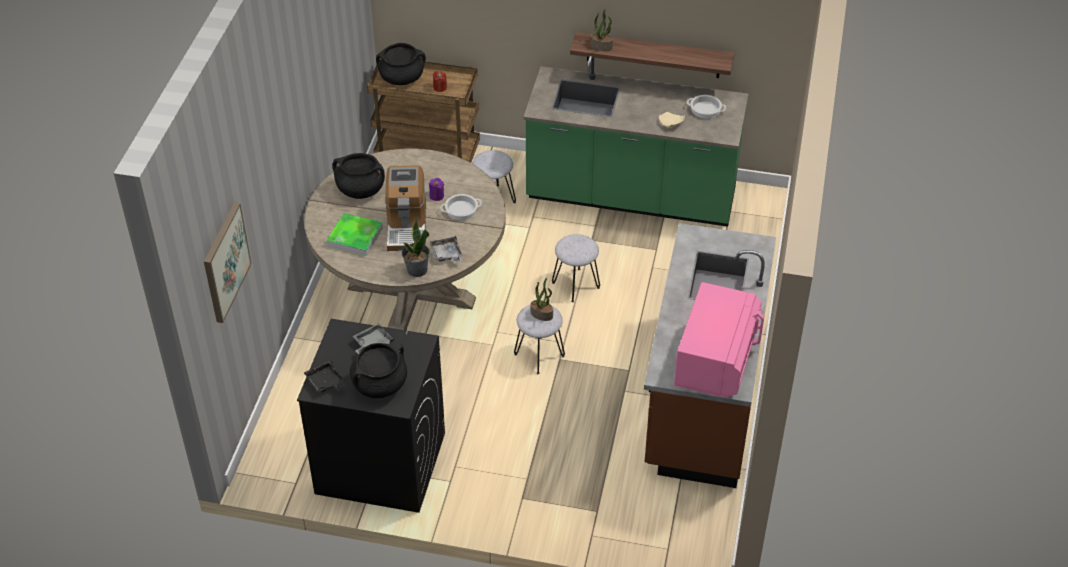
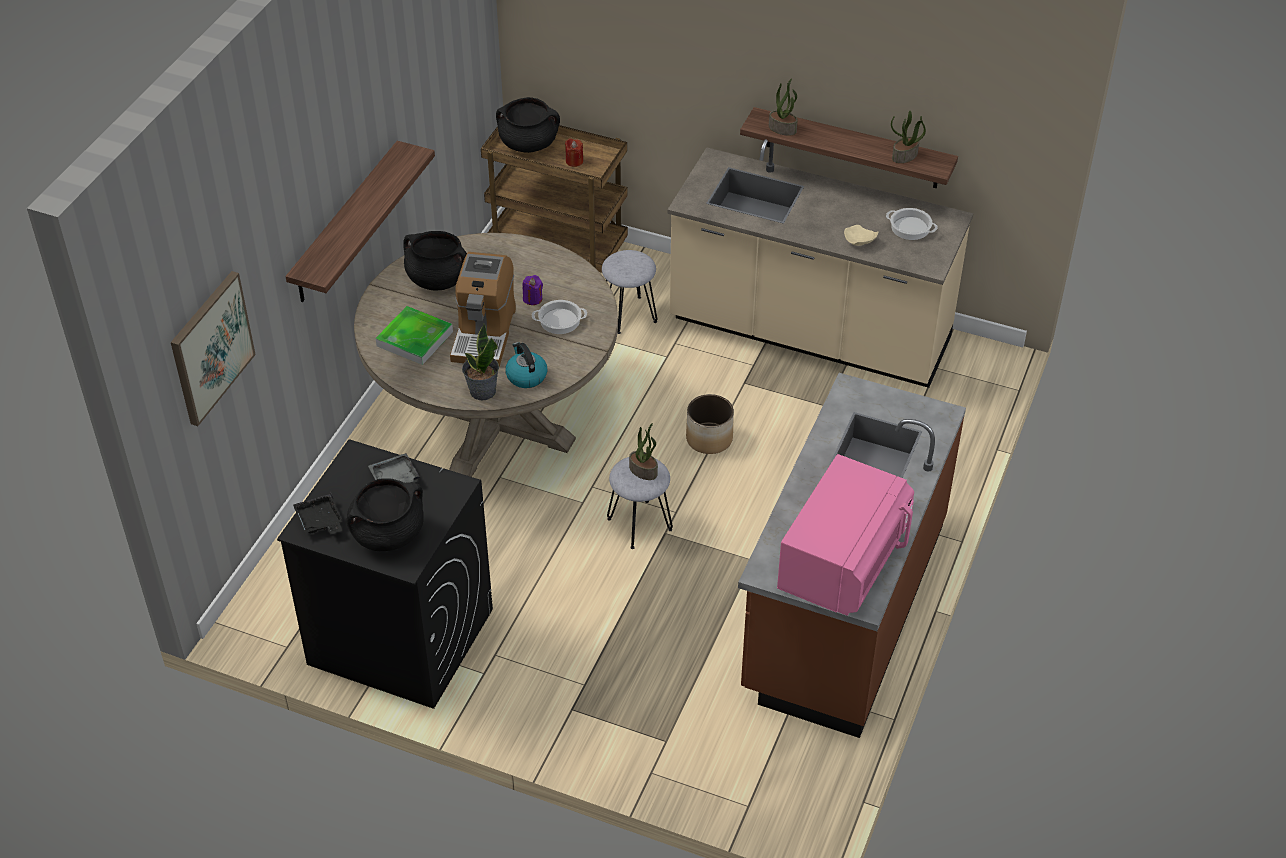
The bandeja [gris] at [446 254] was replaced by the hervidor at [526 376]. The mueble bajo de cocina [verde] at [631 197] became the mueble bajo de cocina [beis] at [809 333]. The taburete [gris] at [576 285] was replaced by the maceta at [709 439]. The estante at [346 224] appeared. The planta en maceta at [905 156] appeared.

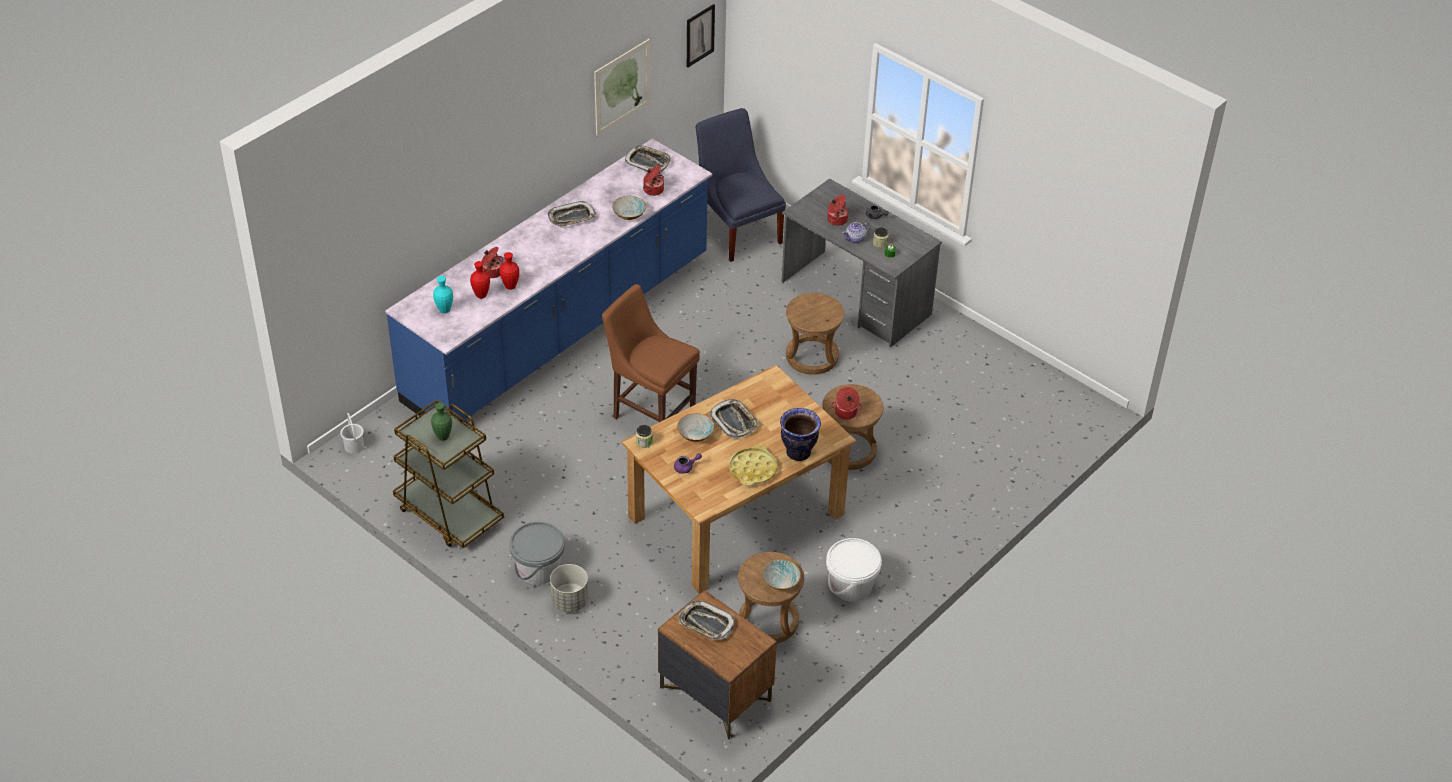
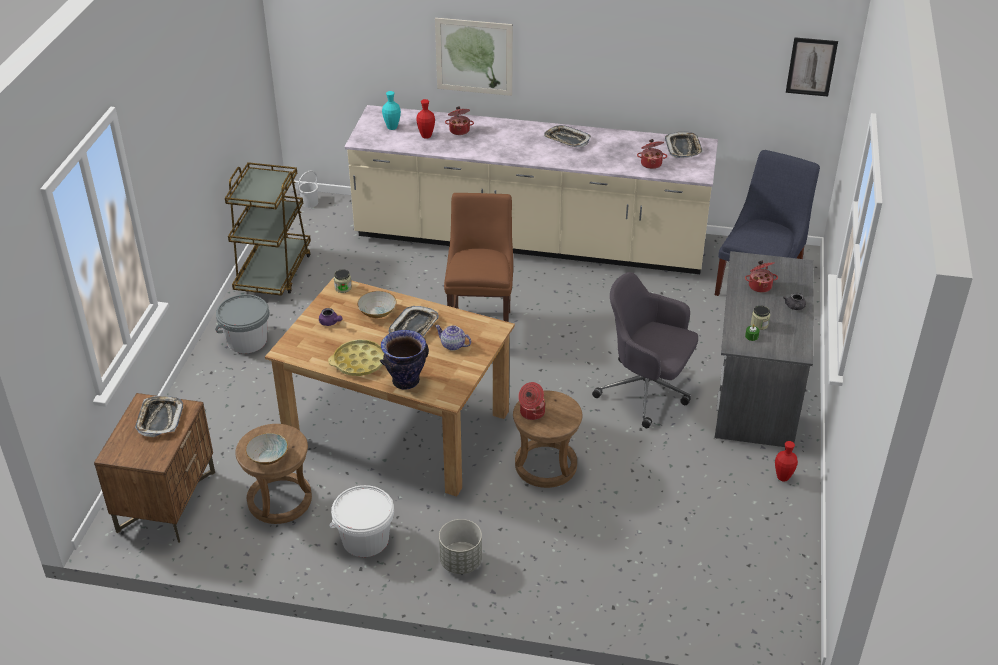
The mueble bajo de cocina [azul] at [559 329] became the mueble bajo de cocina [beis] at [530 241]. The florero [verde] at [443 437] disappeared. The florero [rojo] moved from [510 286] to [783 477]. The maceta [gris] moved from [570 601] to [461 562]. The cuadro moved from [622 87] to [474 56]. The cuenco at [629 215] disappeared. The taburete [marrón] at [811 356] was replaced by the silla de oficina [gris] at [646 391]. The tetera moved from [855 238] to [453 345].

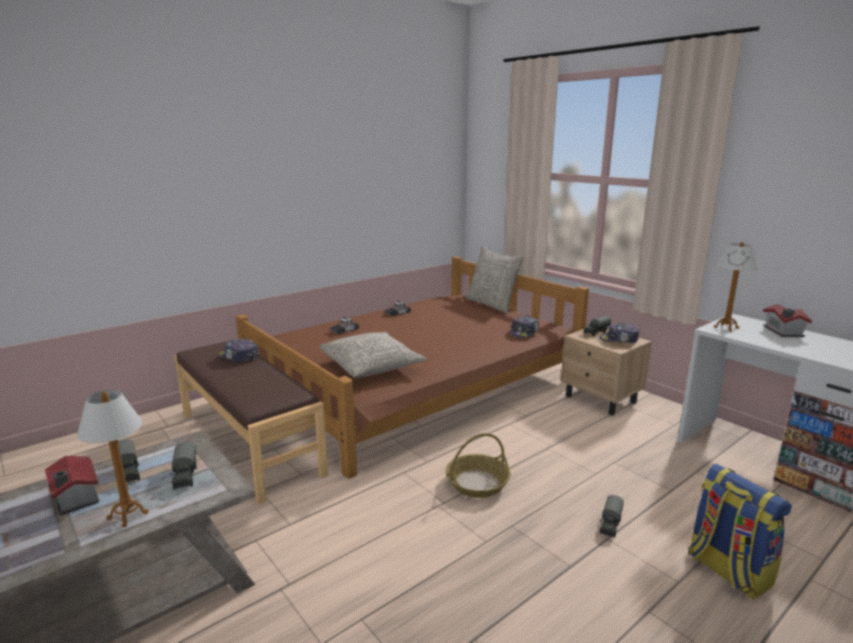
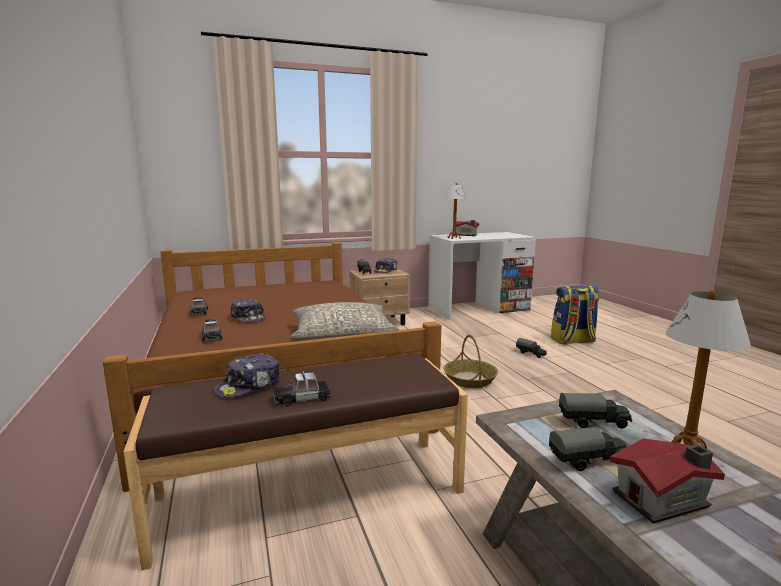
The cojín [gris] at [492 304] disappeared. The gorra moved from [524 332] to [248 318]. The coche de juguete at [302 398] appeared.

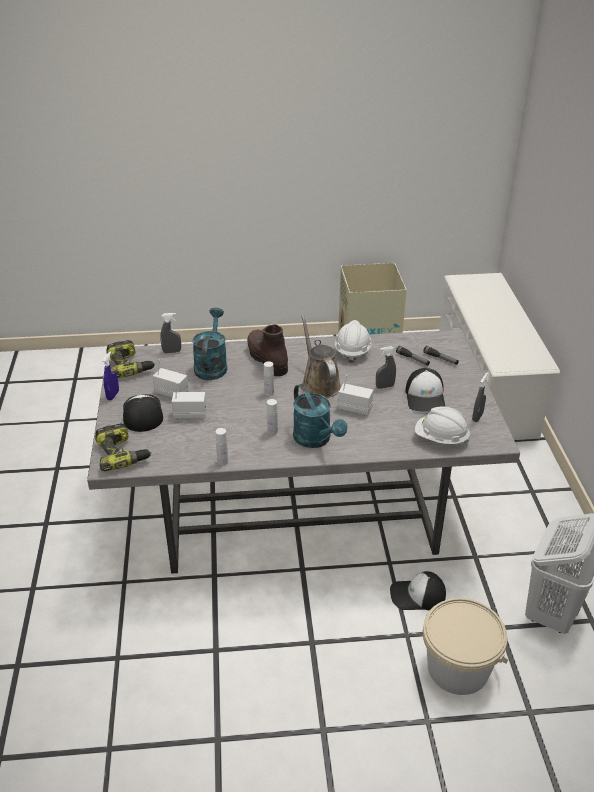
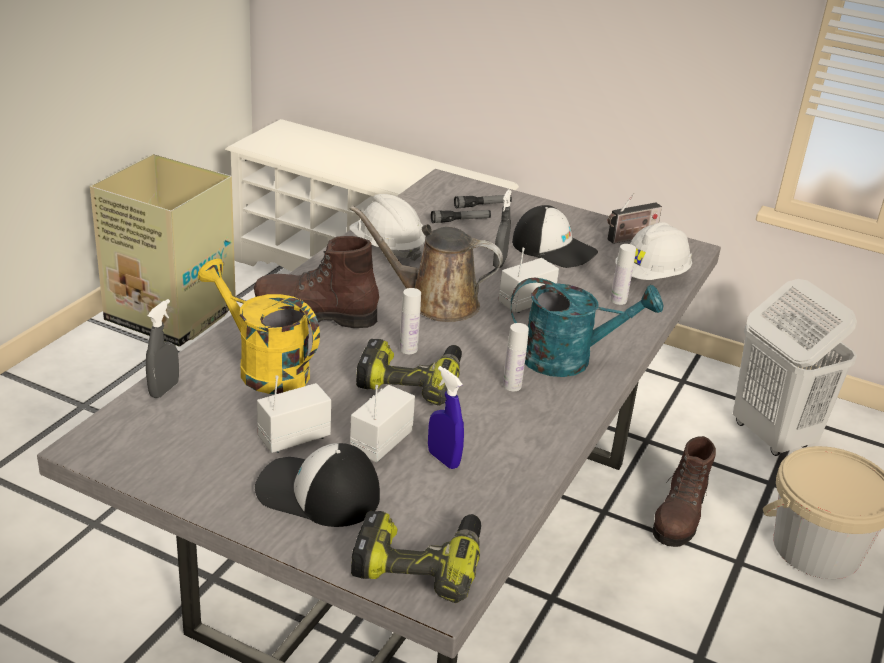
The pulverizador [azul] moved from [113 395] to [443 459]. The taladro moved from [130 366] to [411 380]. The regadera [turquesa] at [211 365] became the regadera [amarillo] at [263 368]. The botella [blanco] moved from [223 461] to [618 300]. The gorra at [417 595] was replaced by the bota [marrón] at [679 519]. The pulverizador [gris] at [477 417] was replaced by the radio at [630 238].

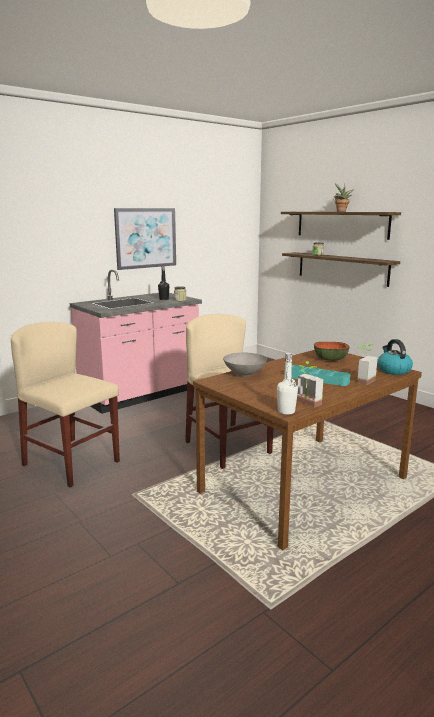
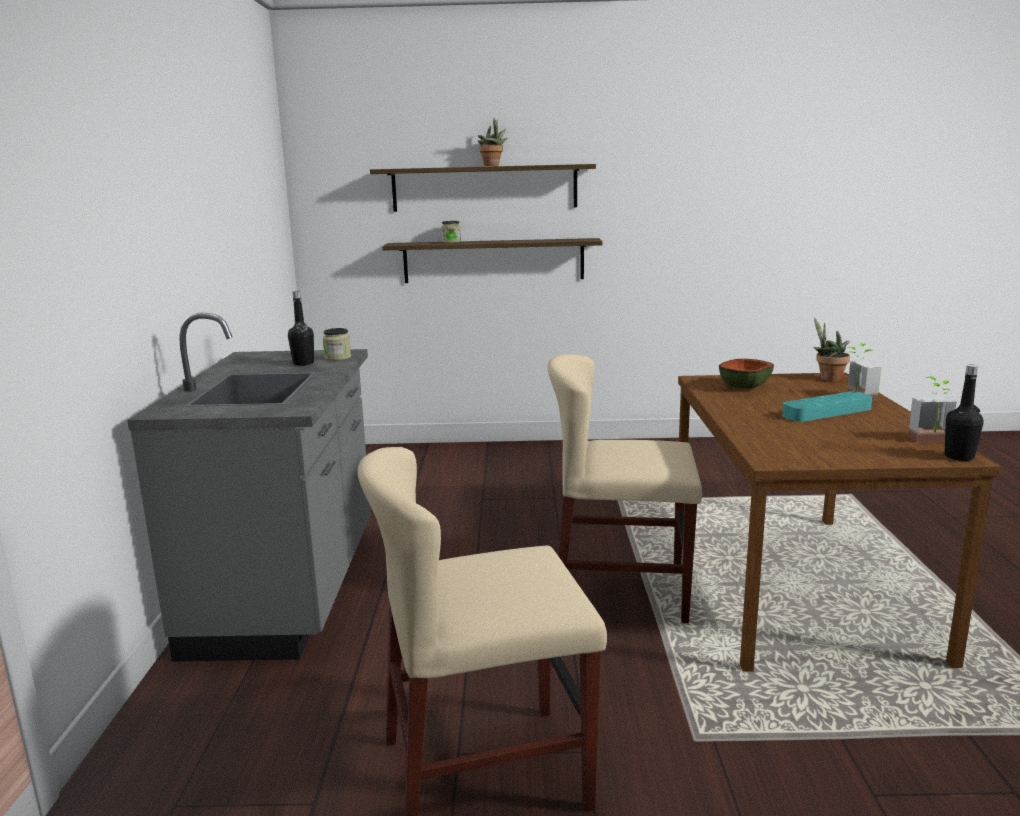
The mueble bajo de cocina [rosa] at [141 395] became the mueble bajo de cocina [gris] at [290 589]. The cuadro at [146 238] disappeared. The cuenco [gris] at [243 374] disappeared. The botella [blanco] at [286 411] became the botella [negro] at [959 456]. The hervidor at [393 370] was replaced by the planta en maceta at [827 378].

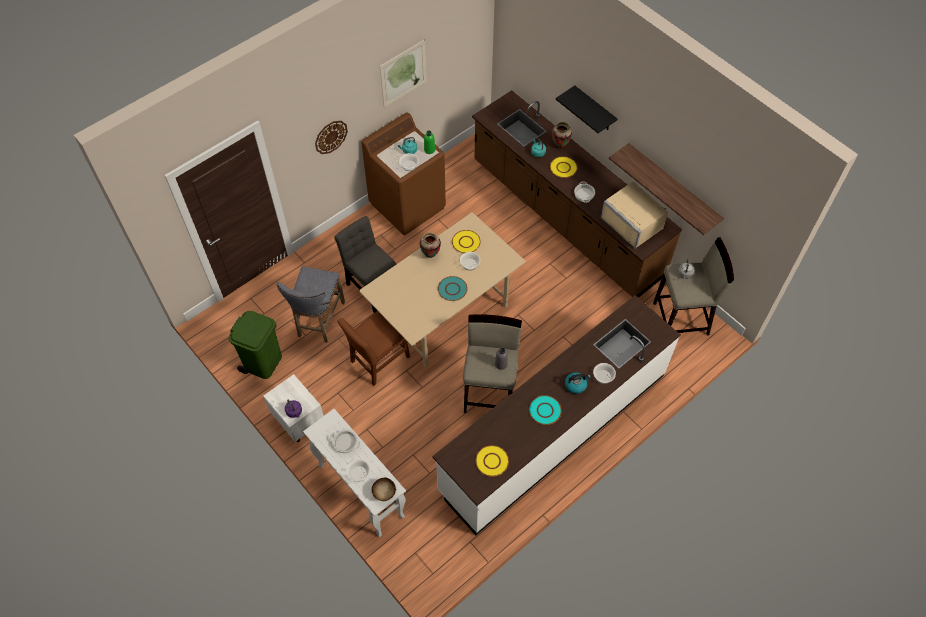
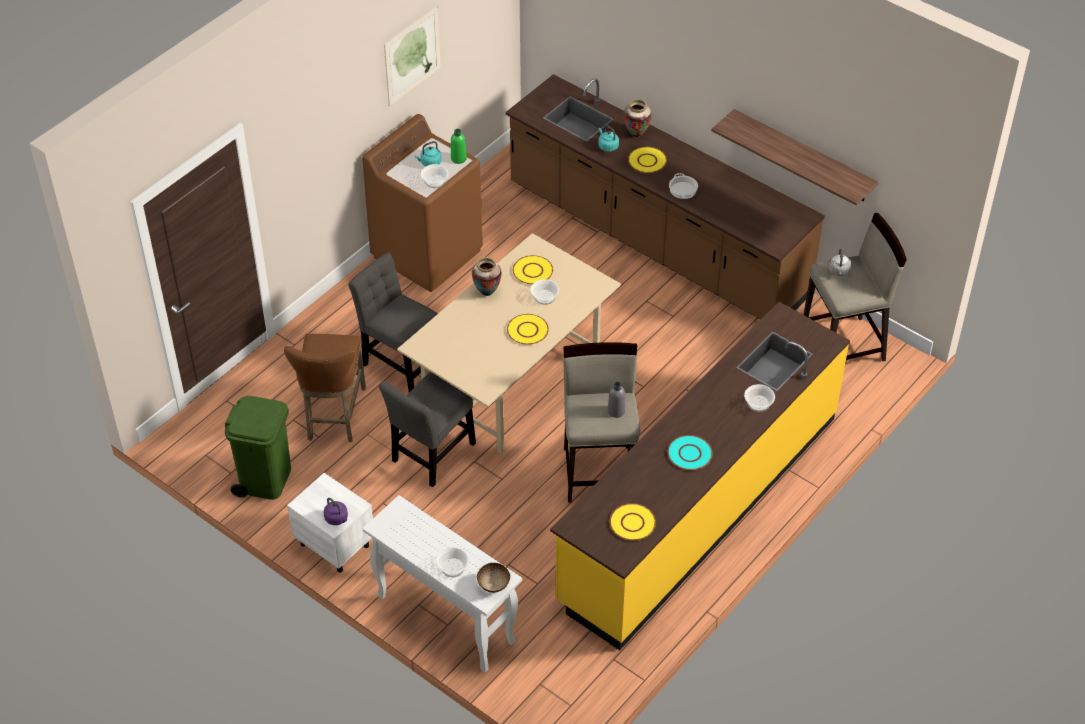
The taburete [gris] at [318 321] became the taburete [marrón] at [333 417]. The reloj de pared at [330 137] disappeared. The olla at [345 443] disappeared. The silla [marrón] at [378 361] became the silla [gris] at [431 455]. The mueble bajo de cocina [blanco] at [553 431] became the mueble bajo de cocina [amarillo] at [698 508]. The plato [turquesa] at [452 289] became the plato [amarillo] at [527 330]. The estante [negro] at [594 109] disappeared. The hervidor at [576 385] disappeared. The microondas [beis] at [635 222] disappeared.

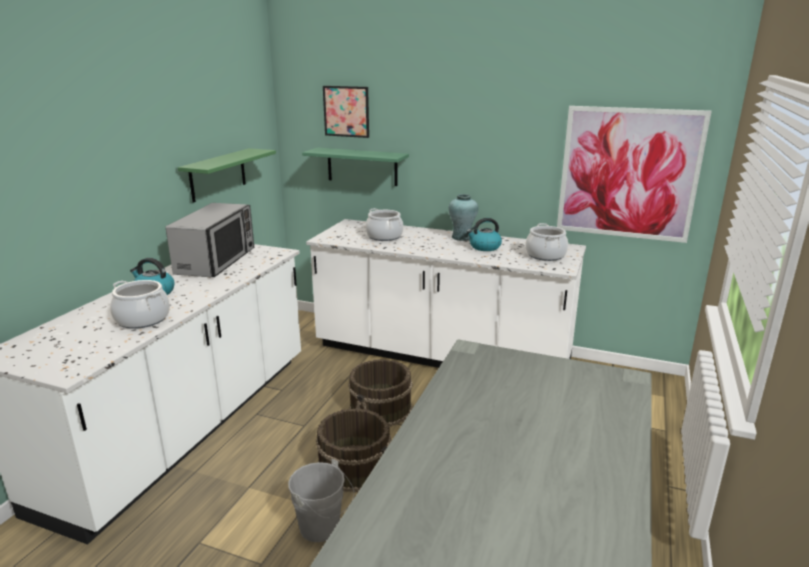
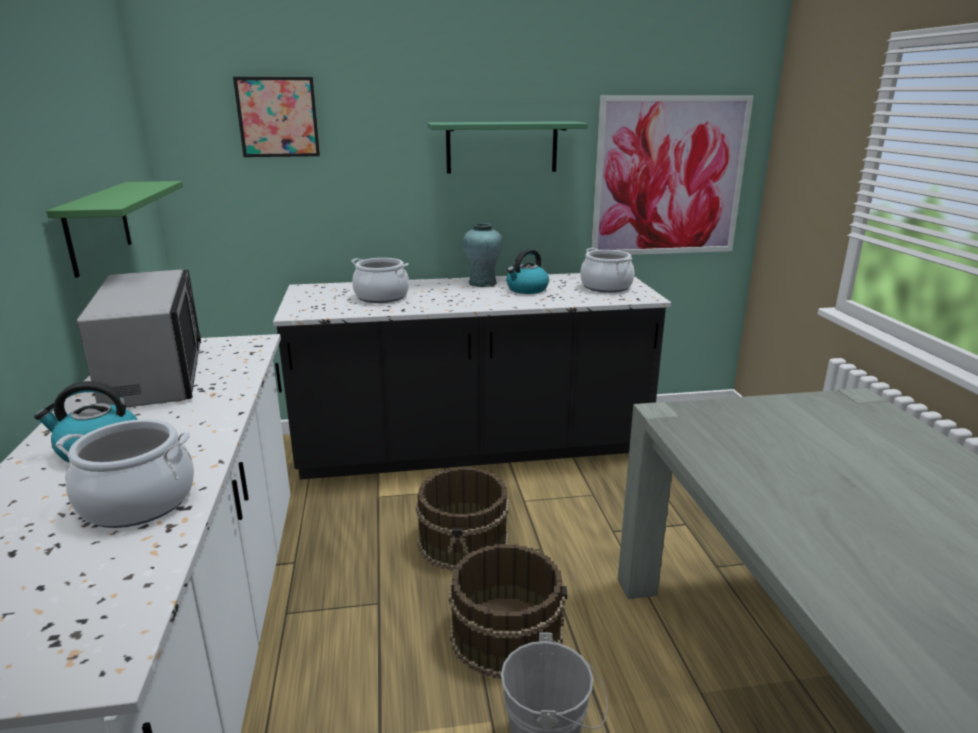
The estante [verde] moved from [362 166] to [502 147]. The mueble bajo de cocina [blanco] at [441 356] became the mueble bajo de cocina [negro] at [473 449].

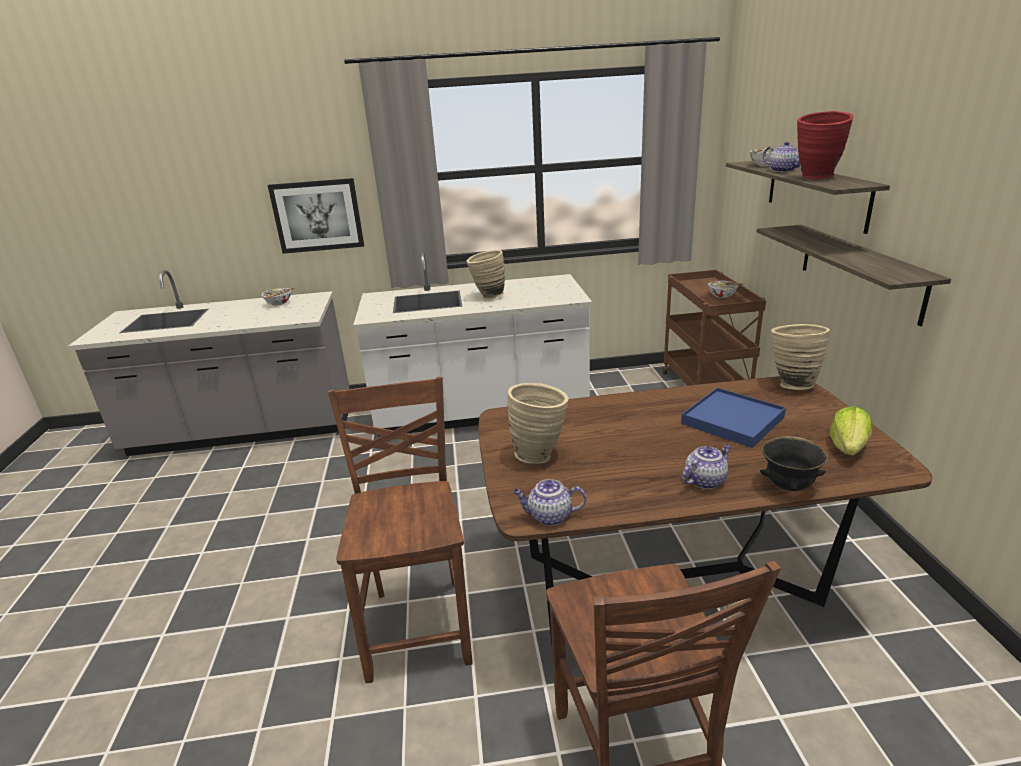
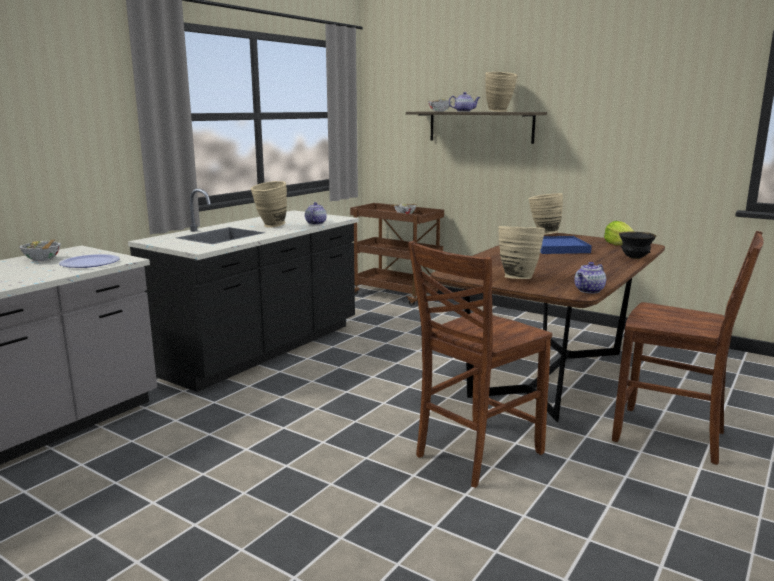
The cuadro at [317 216] disappeared. The silla [marrón] at [420 625] turned 75 degrees counterclockwise. The mueble bajo de cocina [blanco] at [481 411] became the mueble bajo de cocina [negro] at [261 349]. The tetera moved from [705 480] to [315 223]. The estante at [859 271] disappeared. The florero [rojo] at [816 178] became the florero [beis] at [500 111]. The plato at [90 263] appeared.

